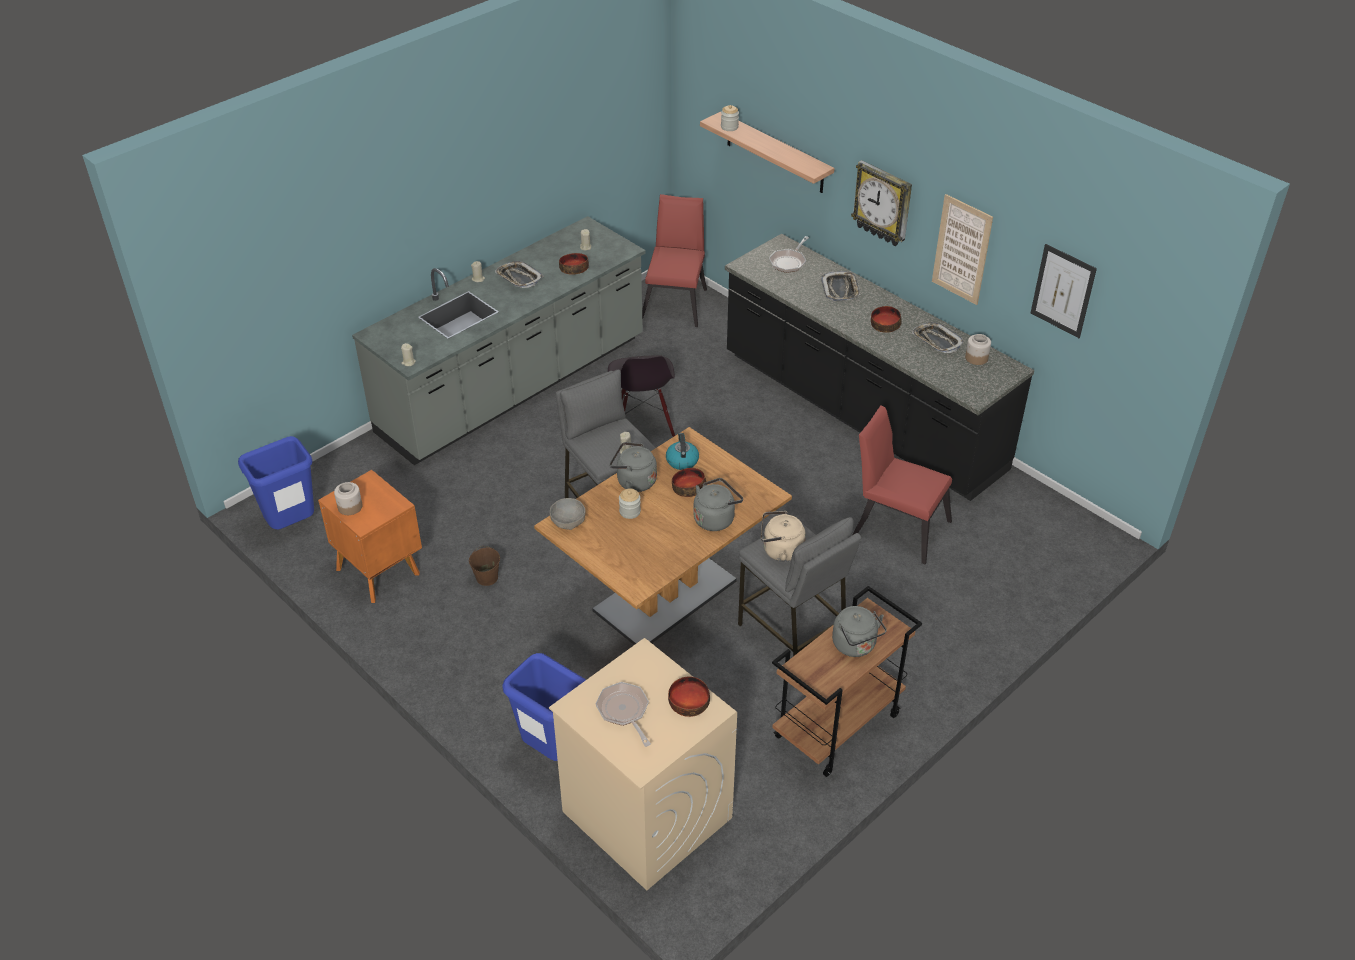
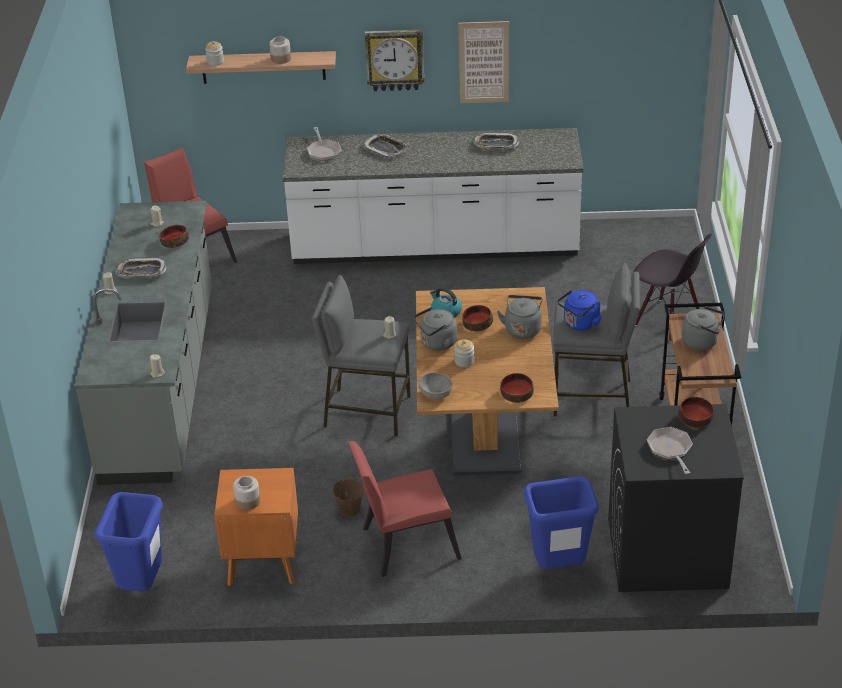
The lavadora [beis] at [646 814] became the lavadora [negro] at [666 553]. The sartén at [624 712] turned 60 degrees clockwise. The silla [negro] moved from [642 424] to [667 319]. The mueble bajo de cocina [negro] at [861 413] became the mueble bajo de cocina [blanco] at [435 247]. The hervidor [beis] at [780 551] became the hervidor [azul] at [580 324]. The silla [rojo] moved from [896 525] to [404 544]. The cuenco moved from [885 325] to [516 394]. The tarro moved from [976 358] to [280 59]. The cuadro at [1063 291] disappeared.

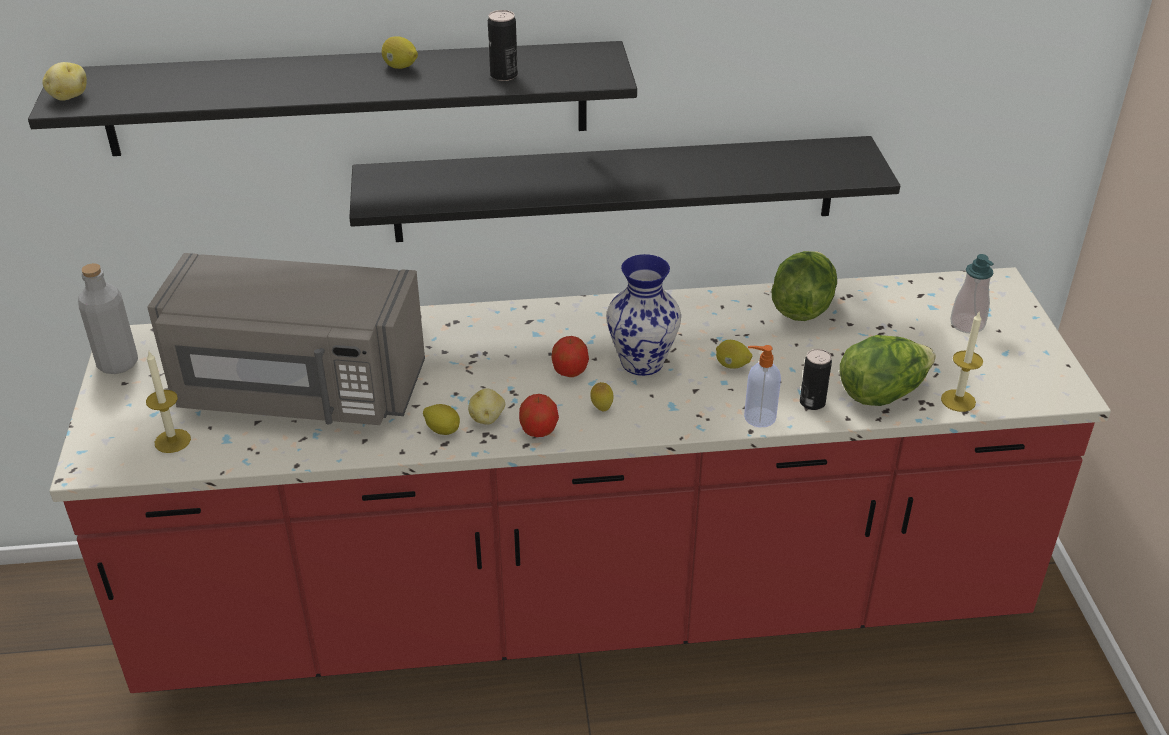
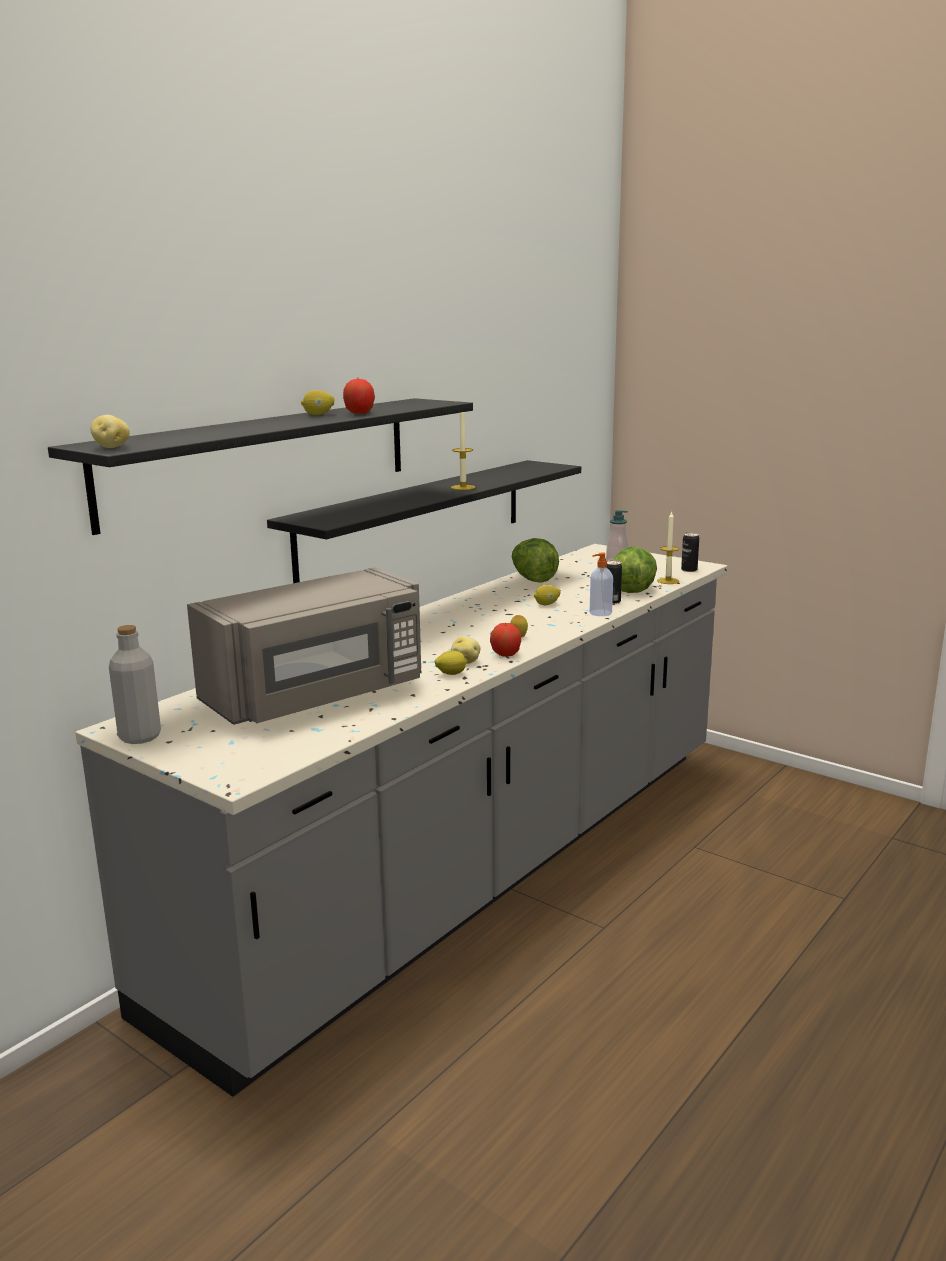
The mueble bajo de cocina [rojo] at [584 602] became the mueble bajo de cocina [gris] at [475 866]. The vela moved from [172 441] to [463 487]. The lata moved from [504 75] to [689 570]. The manzana moved from [570 371] to [359 413]. The florero at [643 363] disappeared.

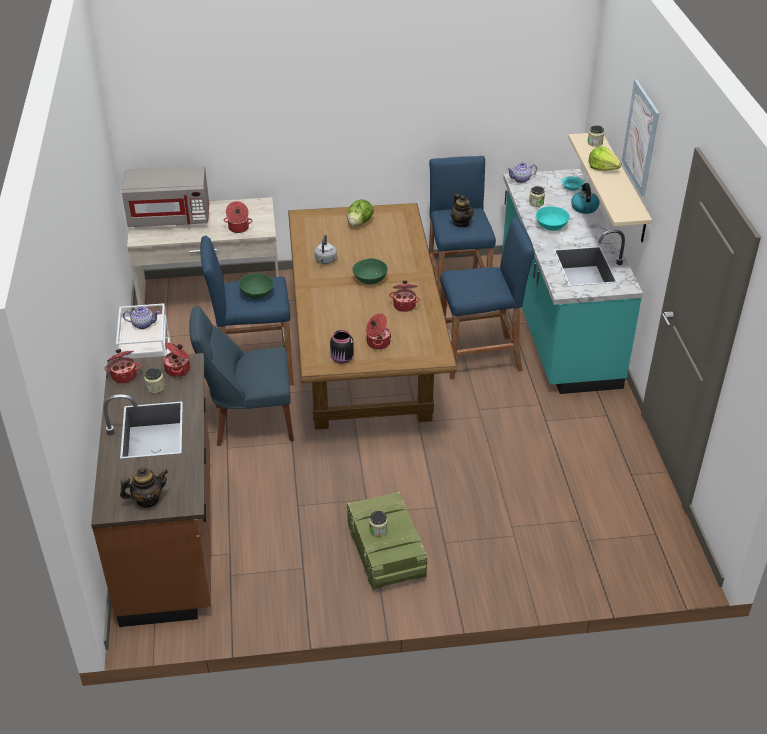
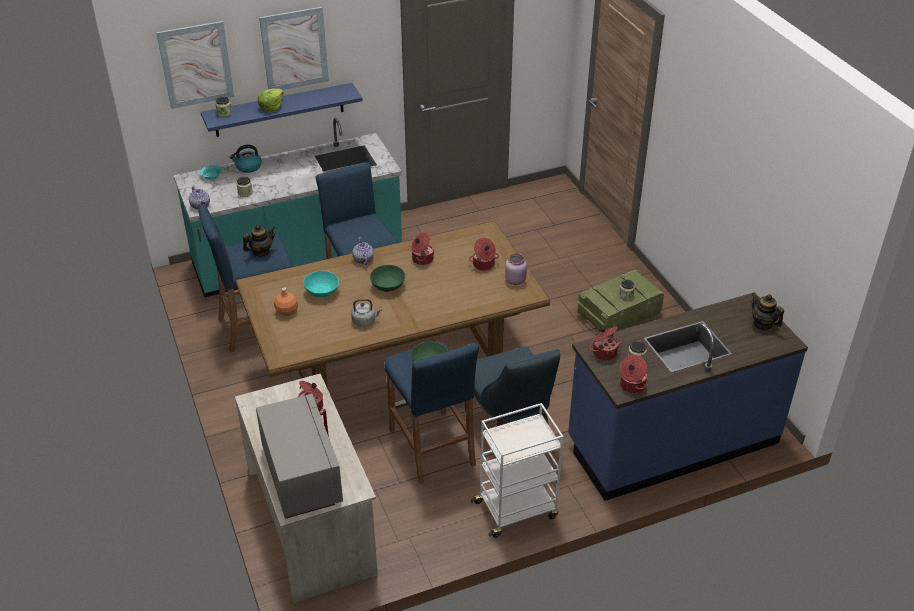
The mueble bajo de cocina [marrón] at [171 535] became the mueble bajo de cocina [azul] at [672 442]. The tetera moved from [142 324] to [363 260]. The tarro [negro] at [342 359] became the tarro [rosa] at [516 280]. The lechuga at [359 223] was replaced by the botella [naranja] at [286 311]. The cuenco [turquesa] moved from [551 226] to [322 292]. The estante [beis] at [623 188] became the estante [azul] at [279 110]. The cuadro at [196 64] appeared.

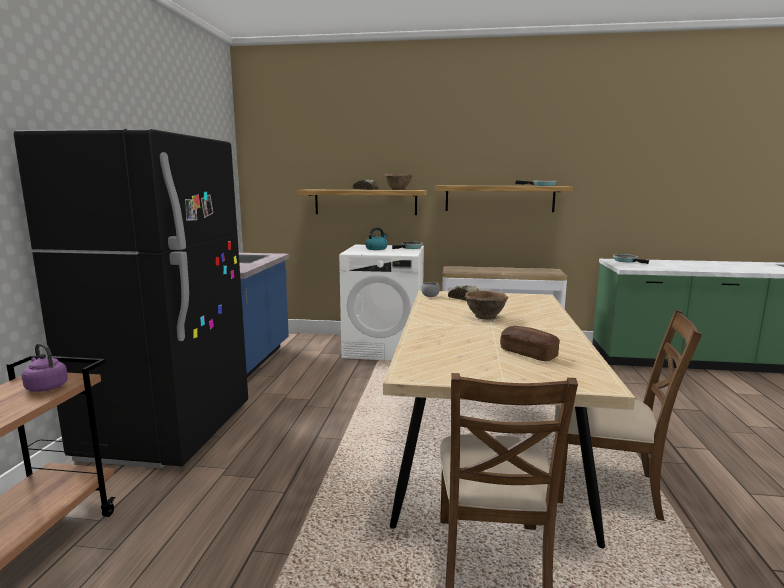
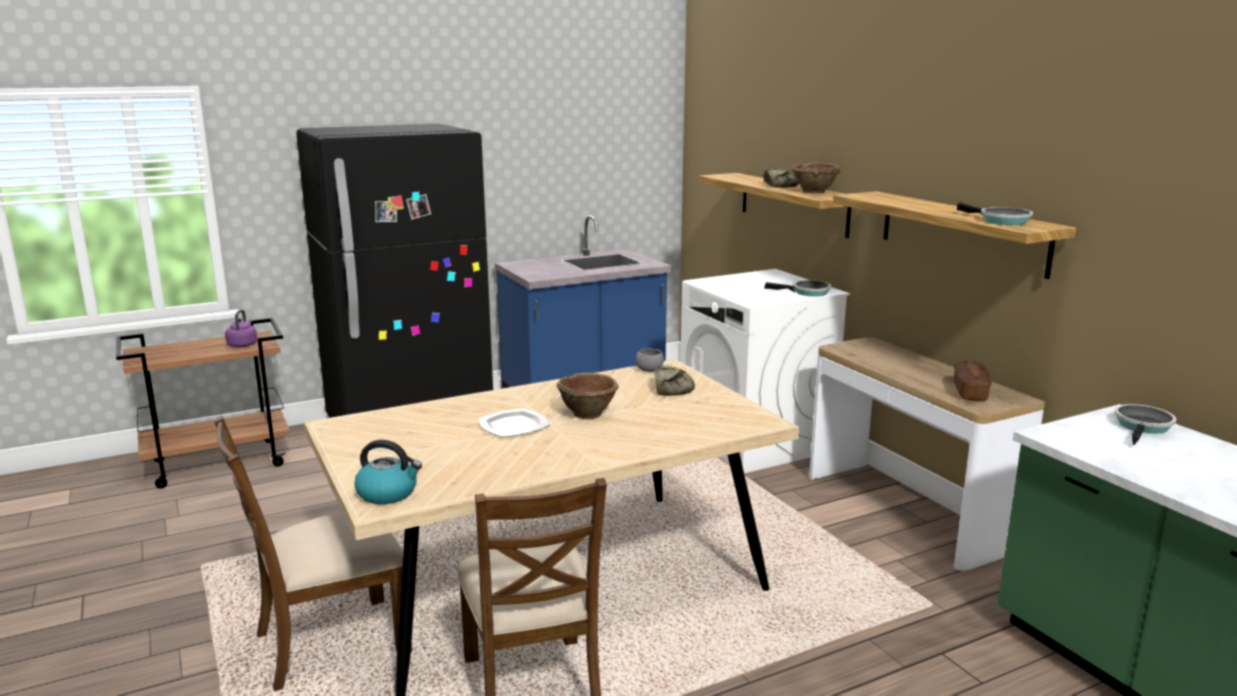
The hervidor moved from [376 249] to [388 493]. The pan moved from [528 353] to [970 392]. The plato at [513 426] appeared.

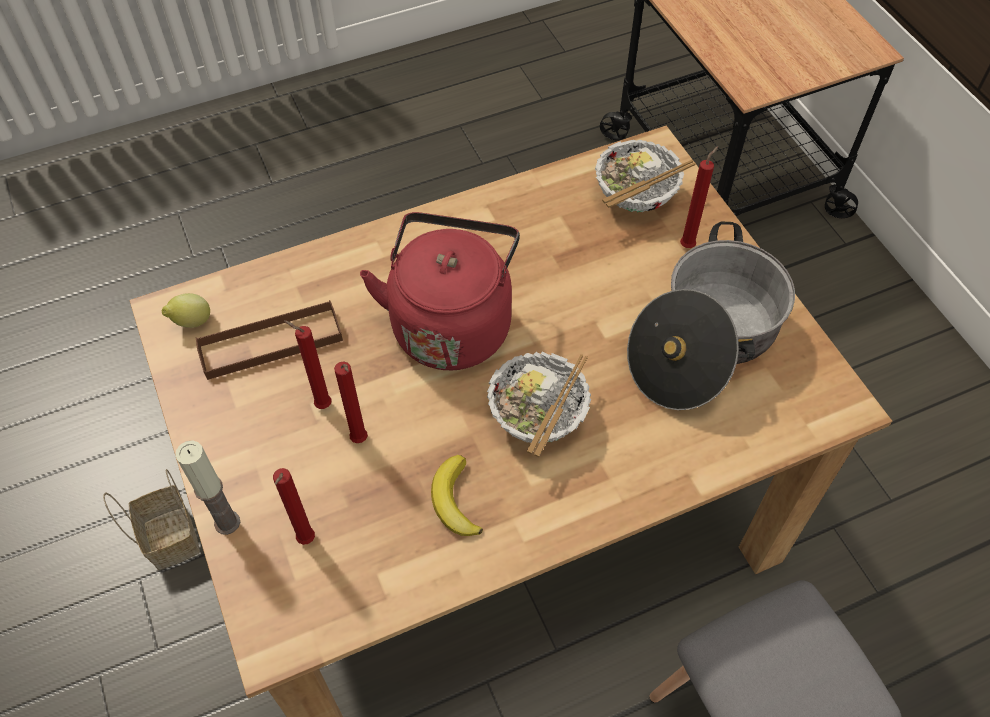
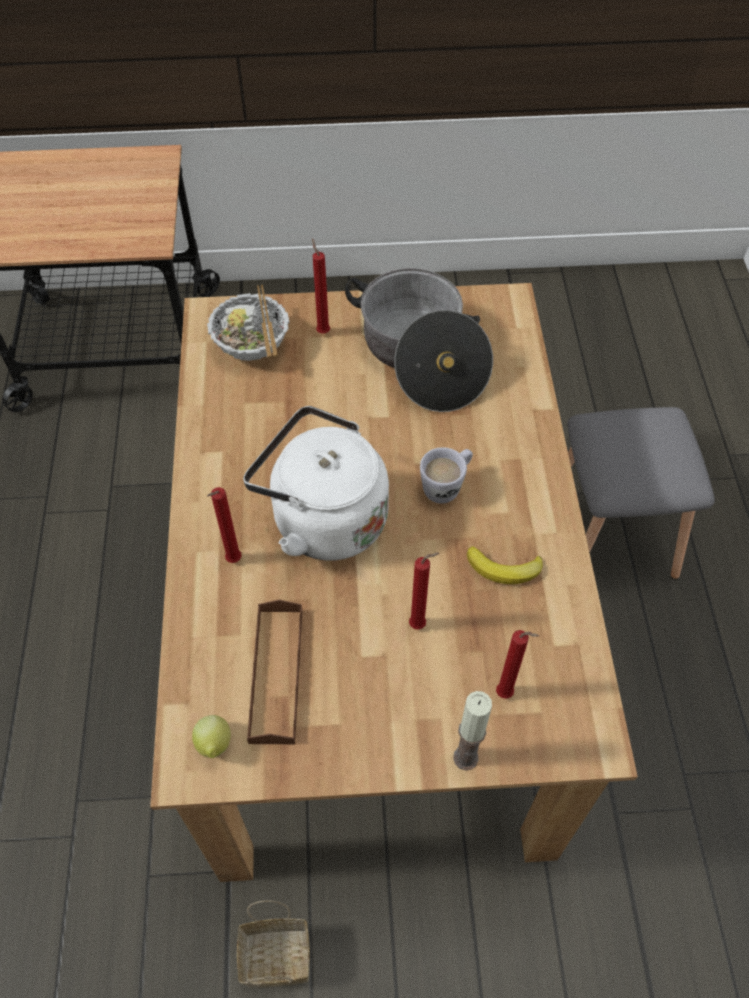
The vela [rojo] moved from [320 404] to [232 561]. The hervidor [rojo] at [451 323] became the hervidor [blanco] at [323 518]. The cuenco at [538 417] was replaced by the taza grande [blanco] at [447 486].

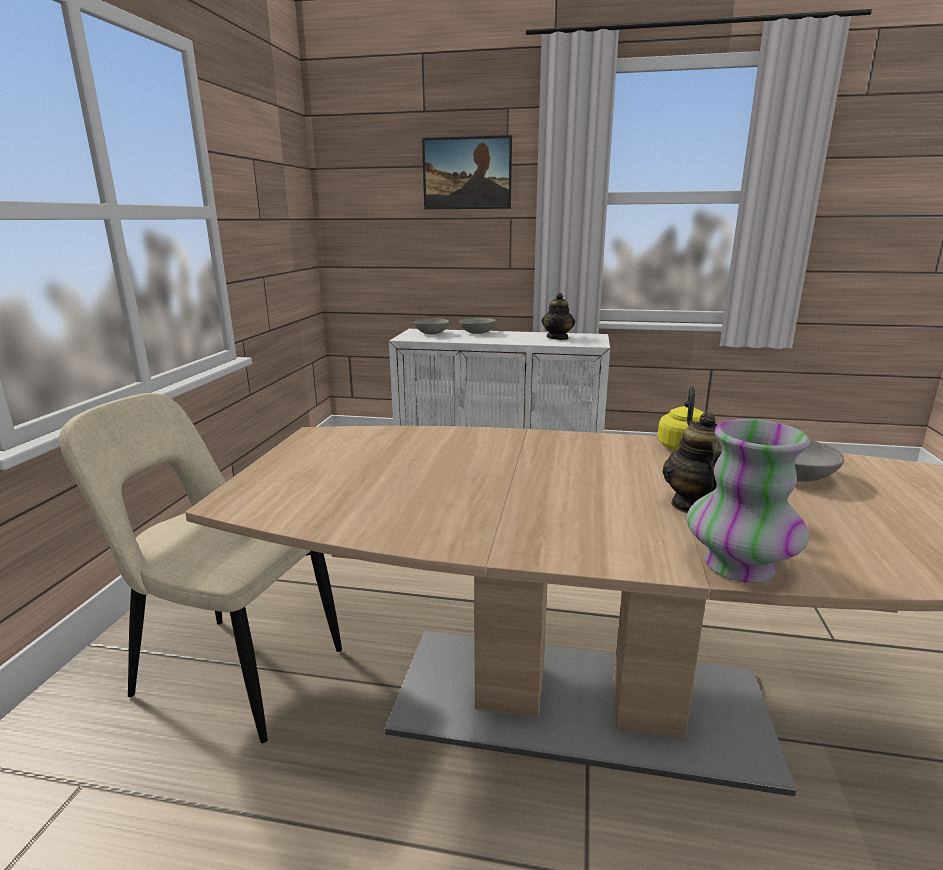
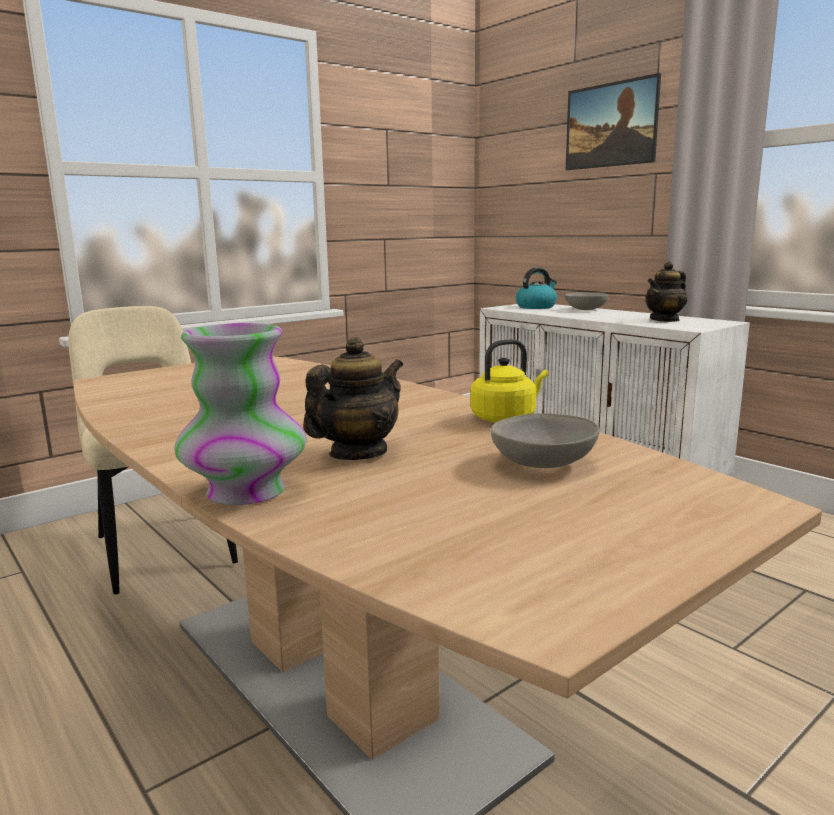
The cuenco [gris] at [431 334] was replaced by the hervidor at [536 307].

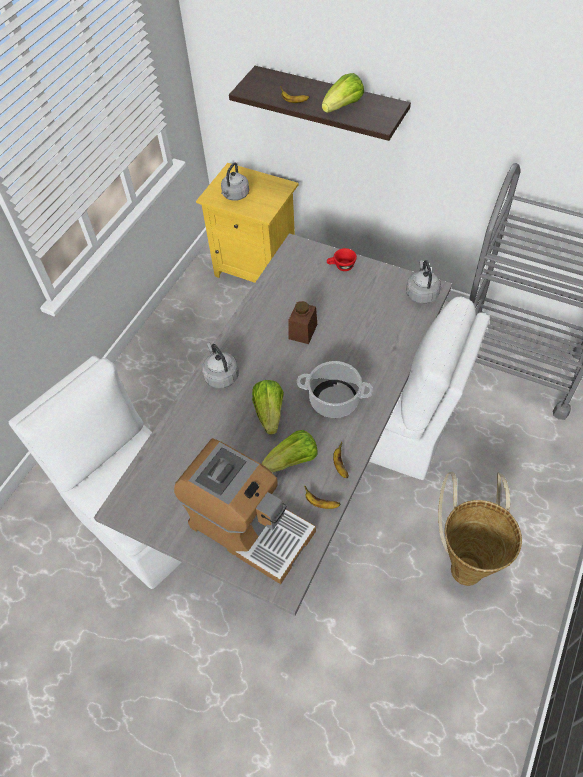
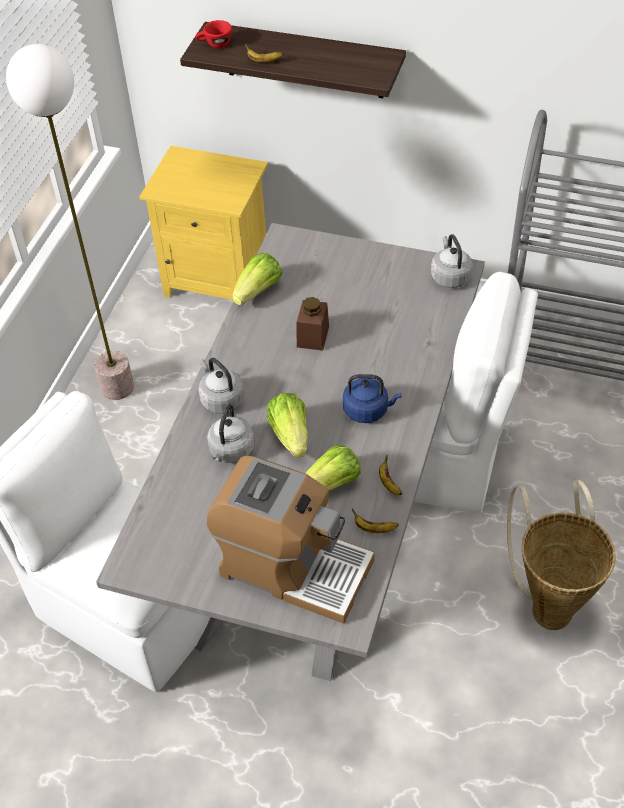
The hervidor [gris] moved from [235 195] to [231 451]. The olla at [335 400] was replaced by the hervidor [azul] at [368 410]. The lechuga moved from [343 107] to [258 291]. The taza [rojo] moved from [341 267] to [215 44]. The lámpara de pie at [118 387] appeared.

